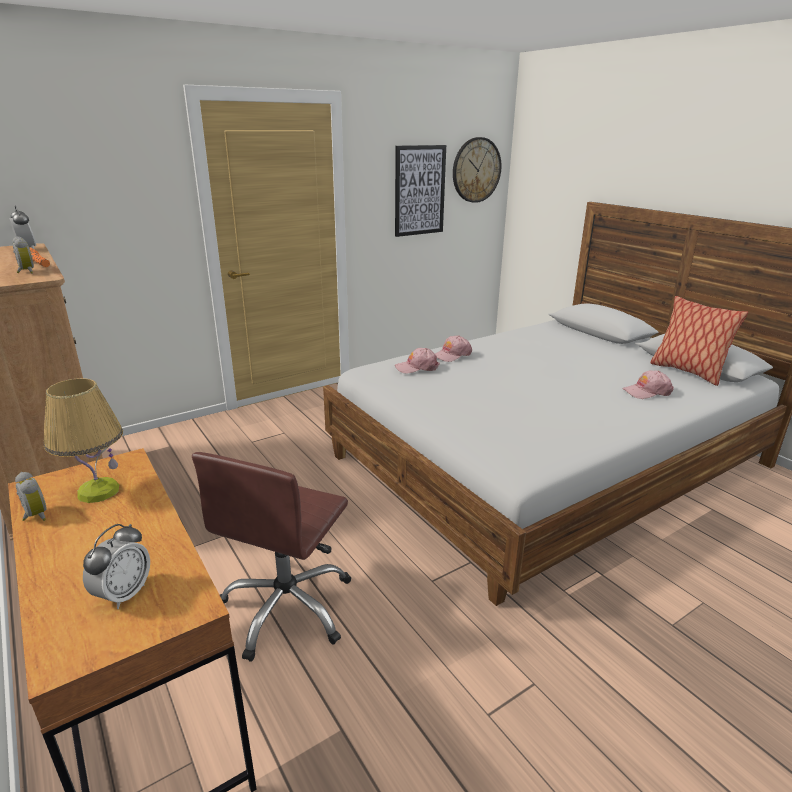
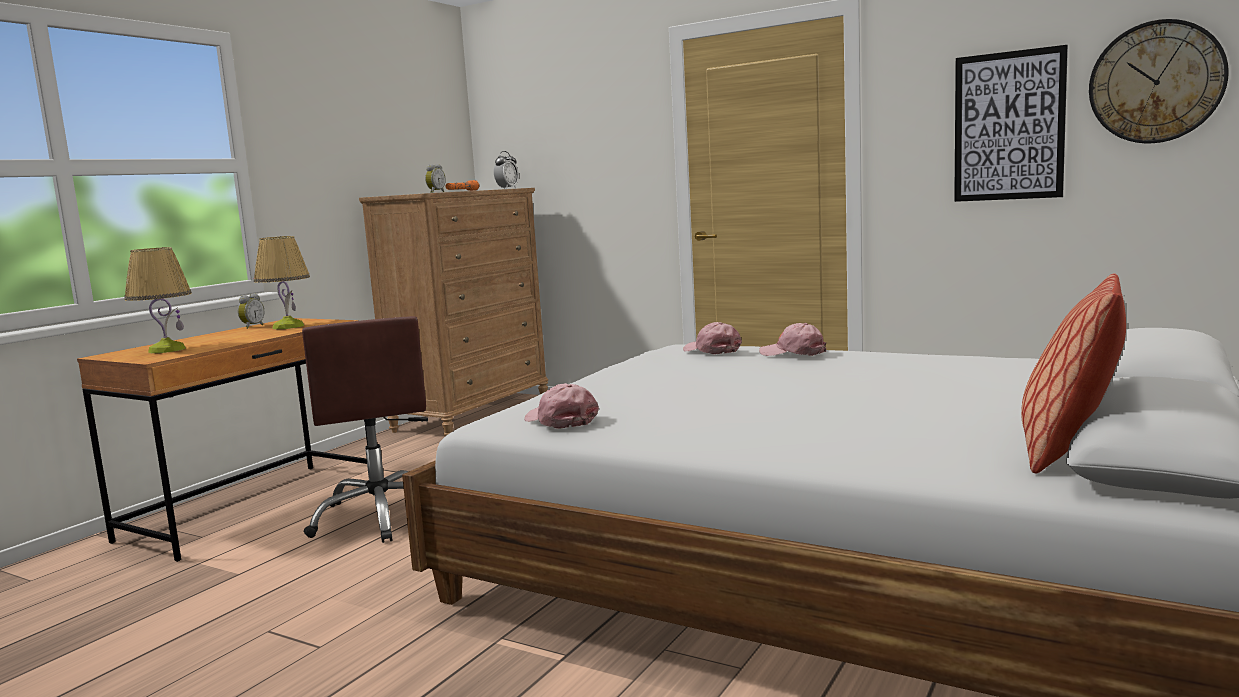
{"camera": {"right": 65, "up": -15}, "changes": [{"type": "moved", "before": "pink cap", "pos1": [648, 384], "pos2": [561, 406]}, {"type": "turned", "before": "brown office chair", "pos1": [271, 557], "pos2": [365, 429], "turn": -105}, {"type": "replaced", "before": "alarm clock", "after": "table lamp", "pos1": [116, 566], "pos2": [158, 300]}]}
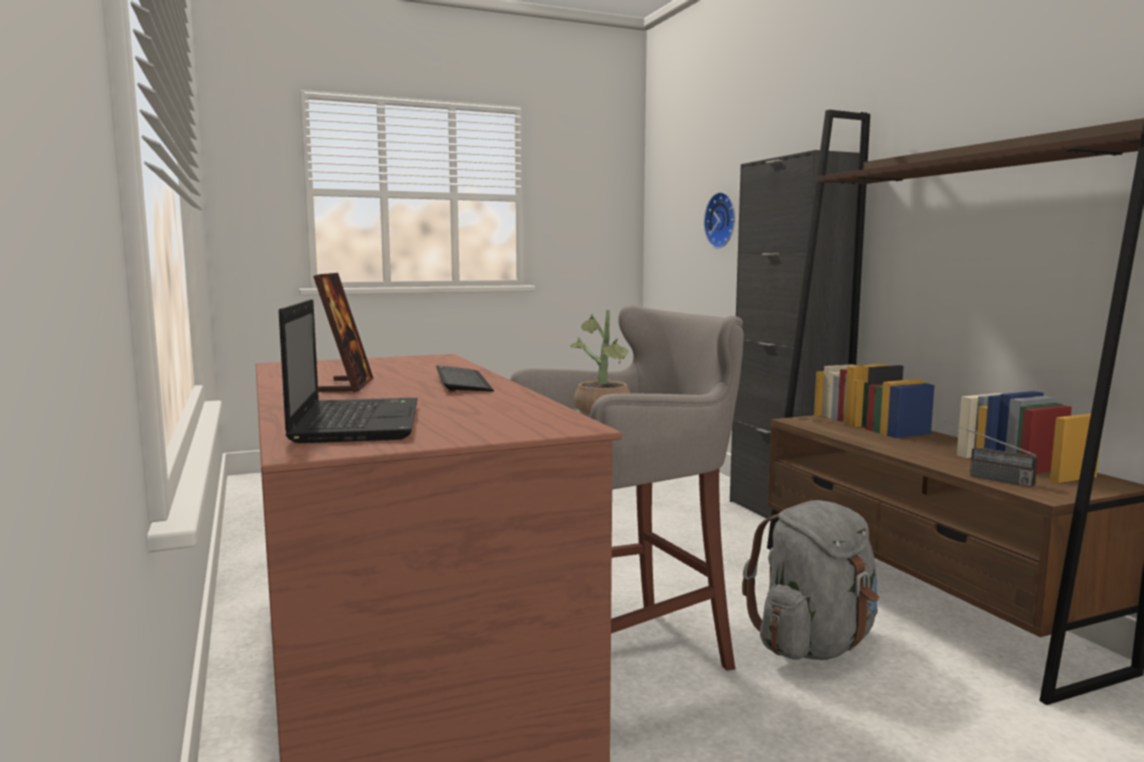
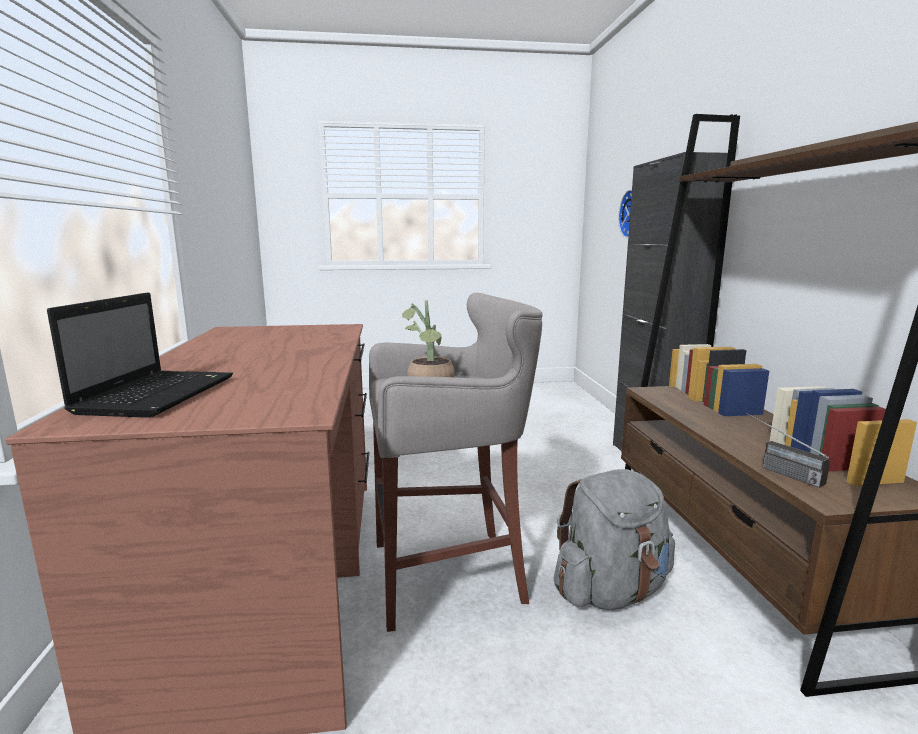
{"camera": {"right": 15, "up": 5}, "changes": [{"type": "removed", "before": "picture frame", "pos1": [343, 333]}, {"type": "removed", "before": "keyboard", "pos1": [465, 379]}]}
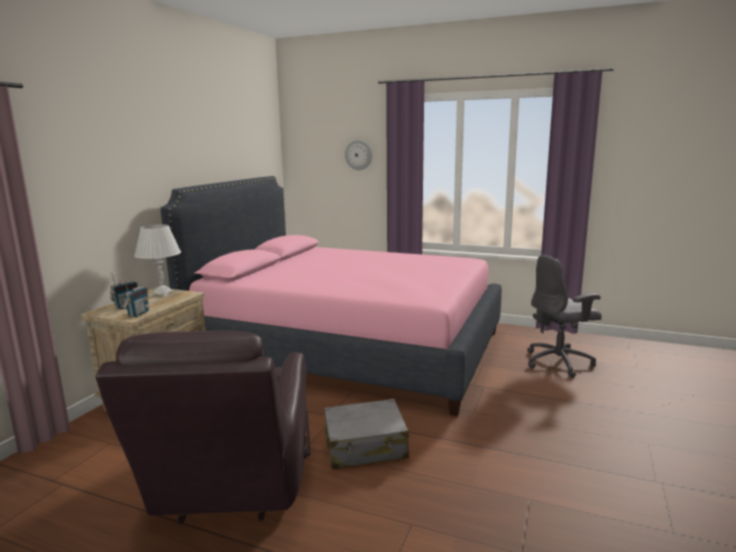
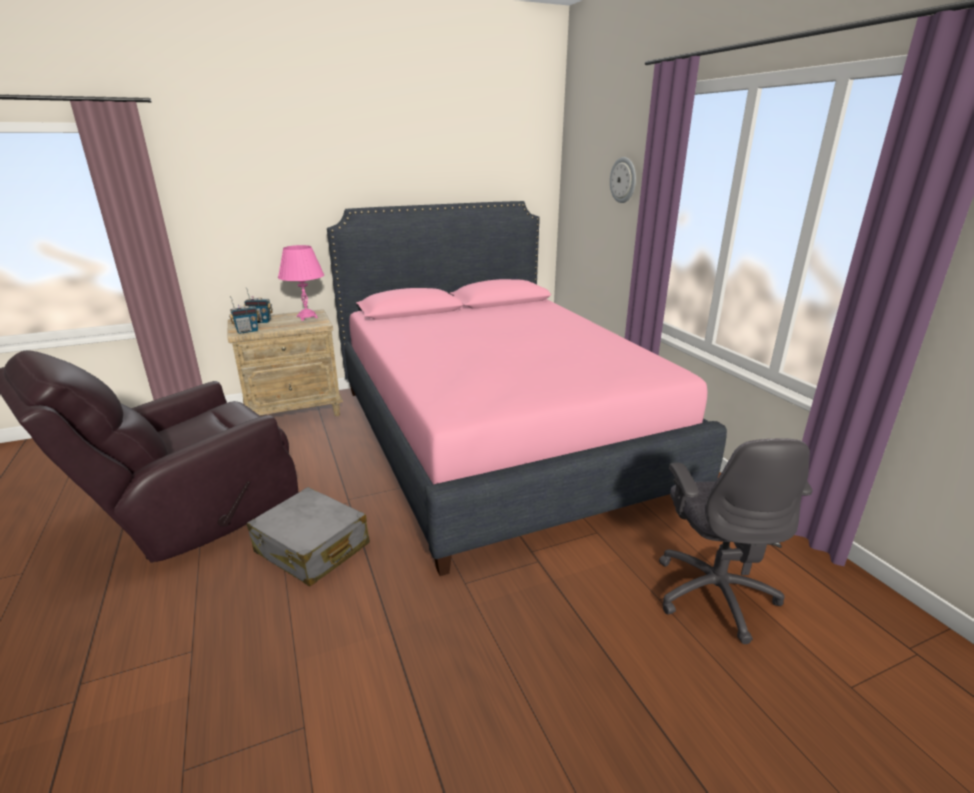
{"camera": {"right": 45, "up": 10}, "changes": [{"type": "recoloured", "before": "white table lamp", "after": "pink table lamp", "pos1": [157, 260], "pos2": [301, 283]}, {"type": "turned", "before": "grey office chair", "pos1": [564, 316], "pos2": [736, 541], "turn": -120}]}
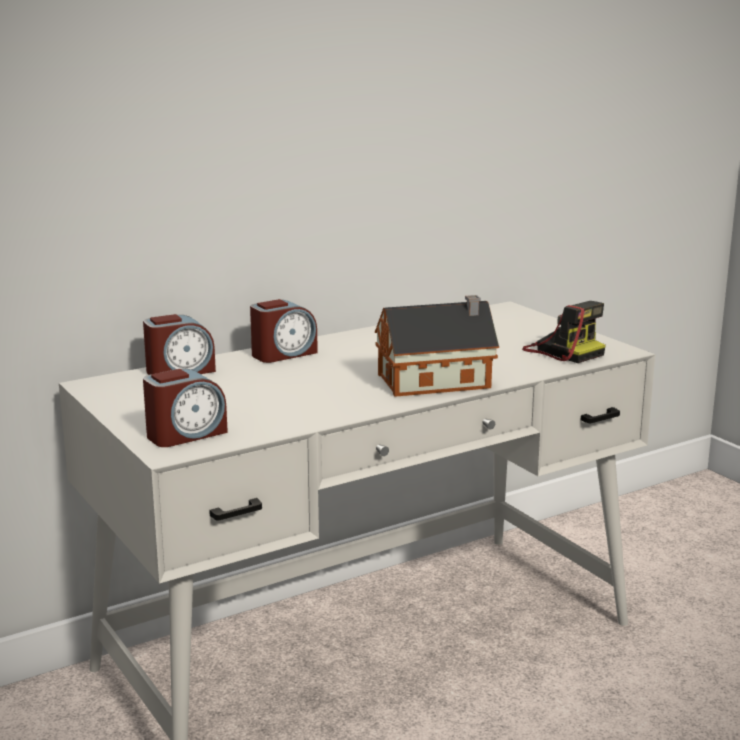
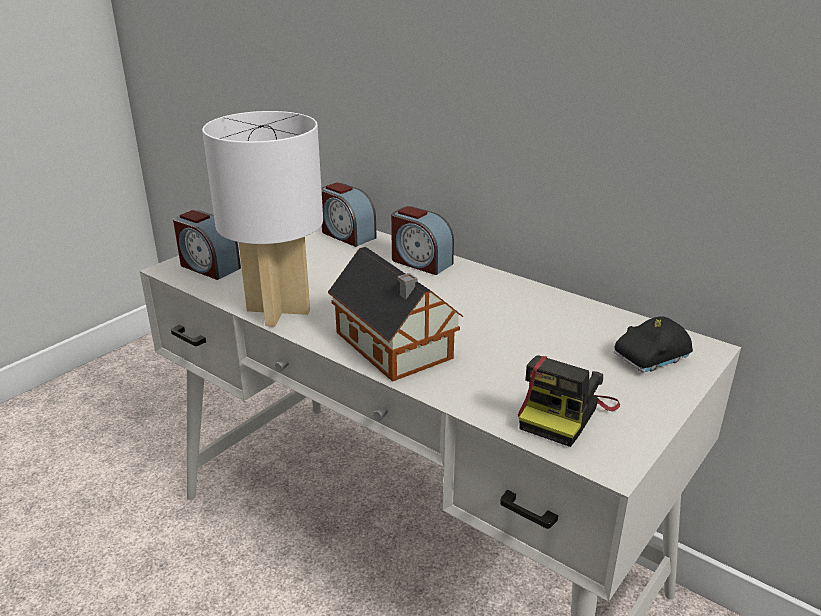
{"camera": {"right": 70, "up": 10}, "changes": [{"type": "added", "after": "white table lamp", "pos2": [262, 219]}, {"type": "added", "after": "black toy car", "pos2": [653, 344]}]}
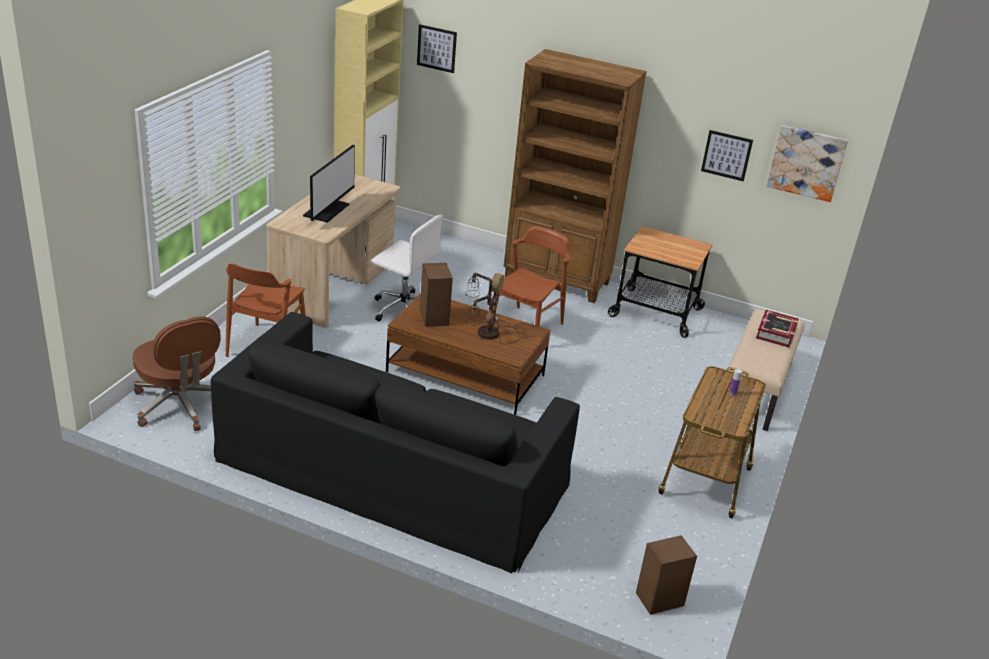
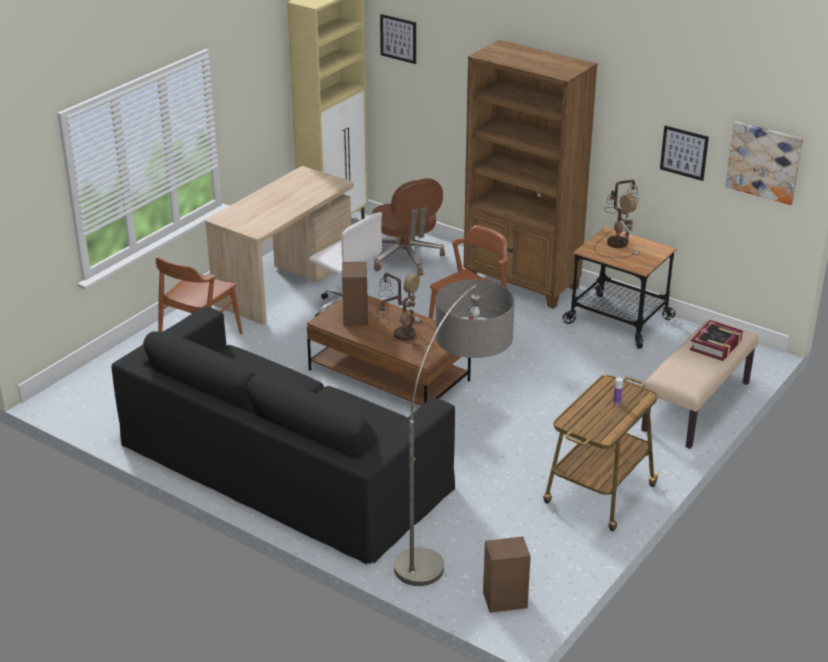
{"camera": {"right": 15, "up": 0}, "changes": [{"type": "removed", "before": "monitor", "pos1": [329, 184]}, {"type": "moved", "before": "brown office chair", "pos1": [176, 374], "pos2": [408, 227]}, {"type": "added", "after": "table lamp", "pos2": [616, 219]}, {"type": "added", "after": "floor lamp", "pos2": [454, 433]}]}
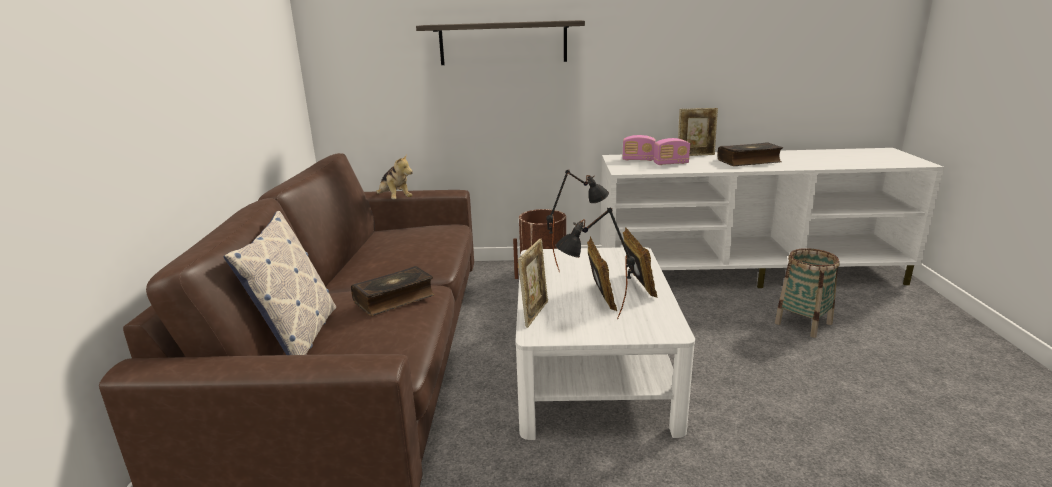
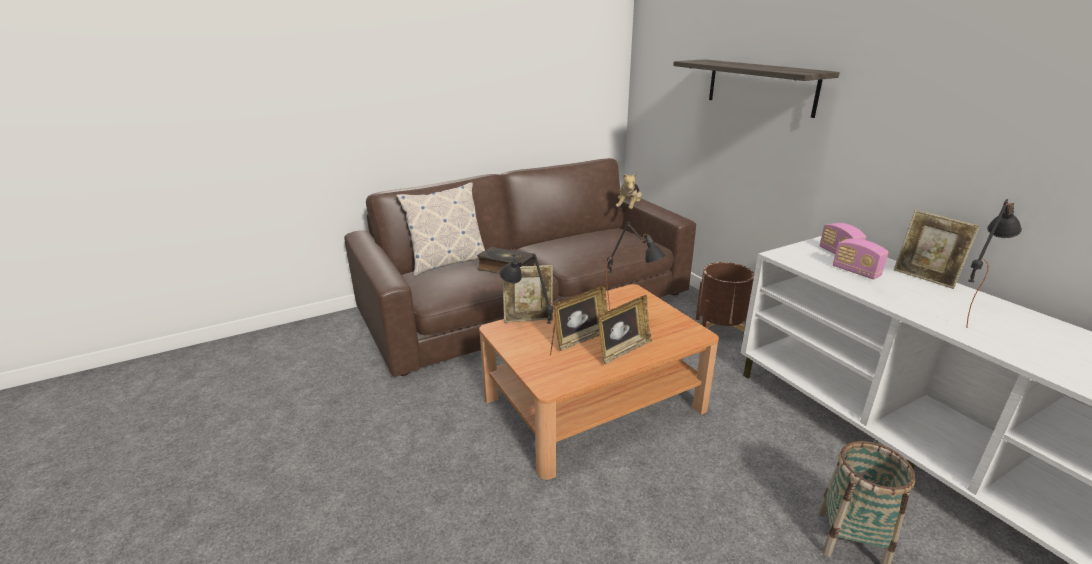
{"camera": {"right": 60, "up": 5}, "changes": [{"type": "replaced", "before": "book", "after": "black table lamp", "pos1": [750, 154], "pos2": [994, 263]}, {"type": "recoloured", "before": "white coffee table", "after": "brown coffee table", "pos1": [605, 343], "pos2": [599, 382]}]}
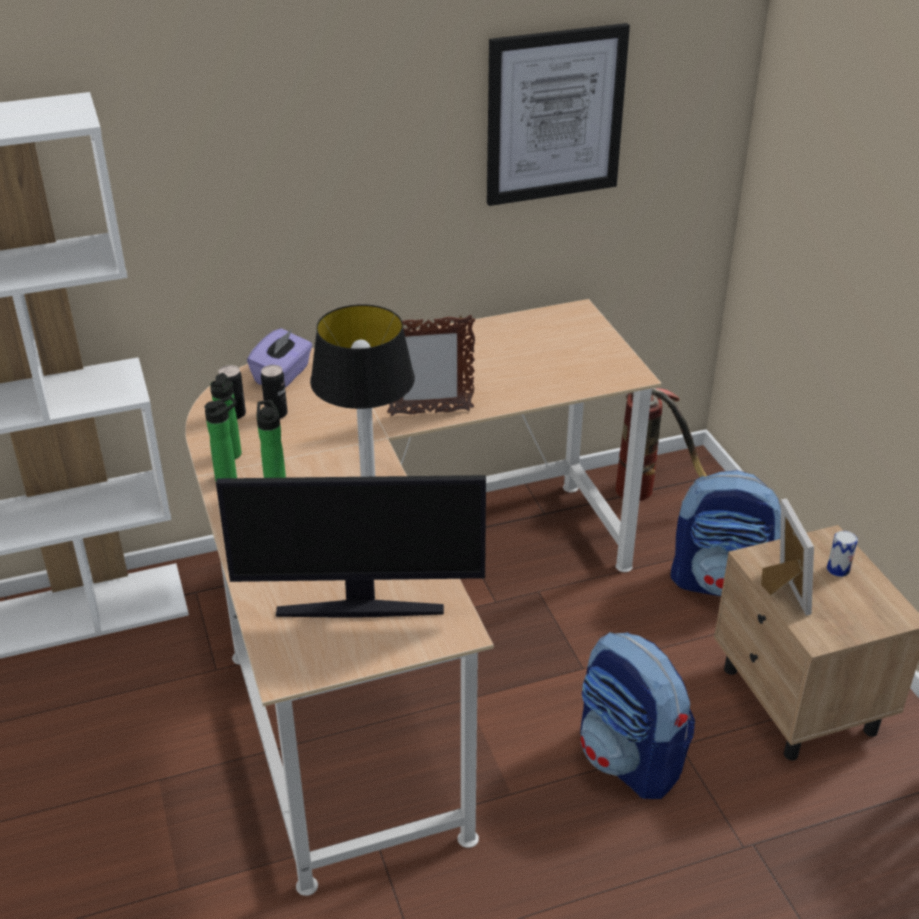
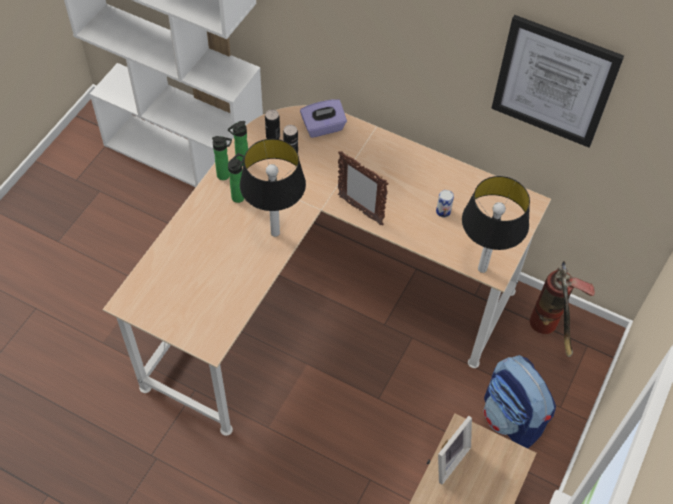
{"camera": {"right": 45, "up": 20}, "changes": [{"type": "removed", "before": "monitor", "pos1": [351, 546]}, {"type": "moved", "before": "can", "pos1": [842, 554], "pos2": [445, 203]}, {"type": "removed", "before": "backpack", "pos1": [637, 715]}, {"type": "added", "after": "table lamp", "pos2": [496, 224]}]}
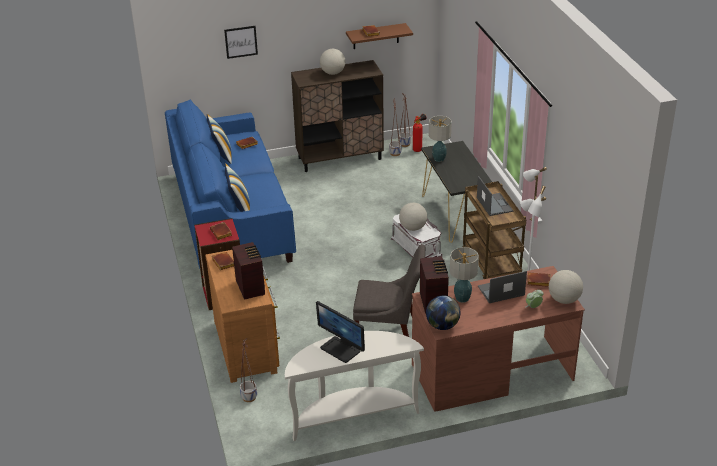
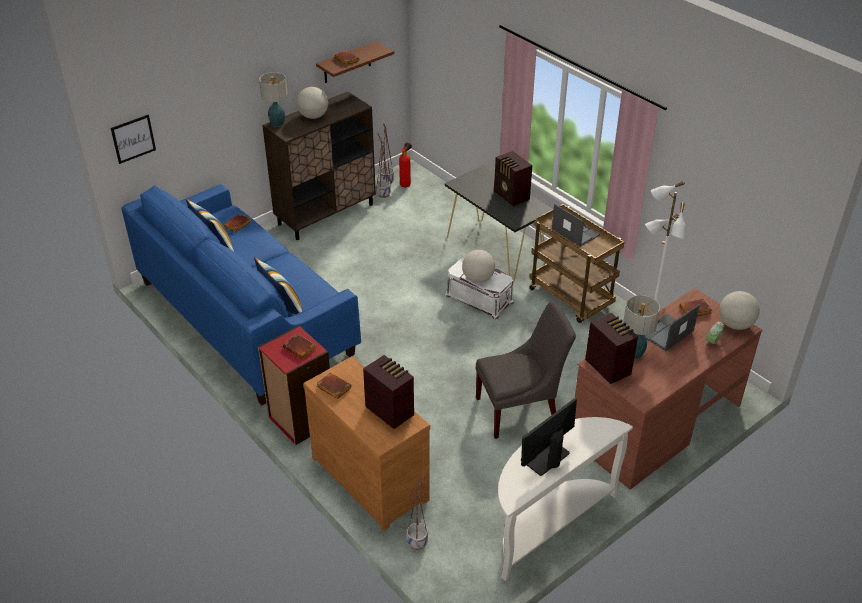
{"camera": {"right": -25, "up": 5}, "changes": [{"type": "moved", "before": "picture", "pos1": [241, 42], "pos2": [133, 139]}, {"type": "moved", "before": "table lamp", "pos1": [440, 139], "pos2": [273, 99]}, {"type": "removed", "before": "globe", "pos1": [443, 312]}, {"type": "turned", "before": "monitor", "pos1": [340, 332], "pos2": [549, 437], "turn": 120}, {"type": "added", "after": "radio", "pos2": [513, 178]}]}
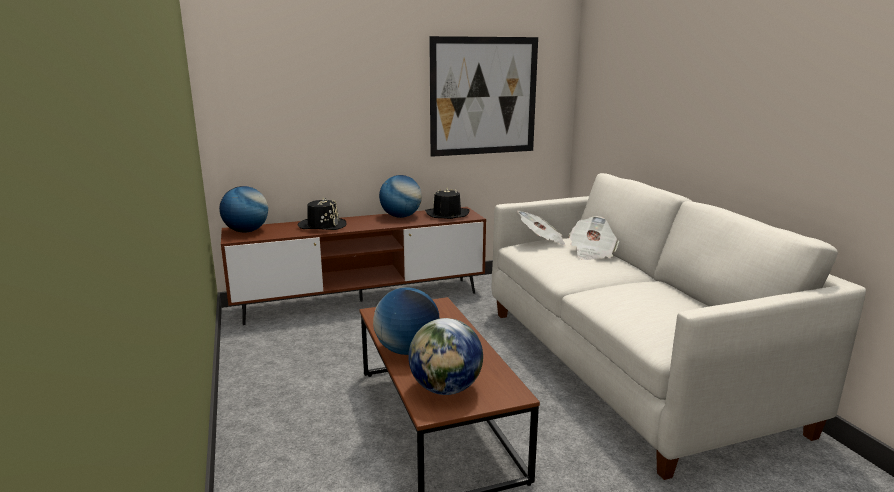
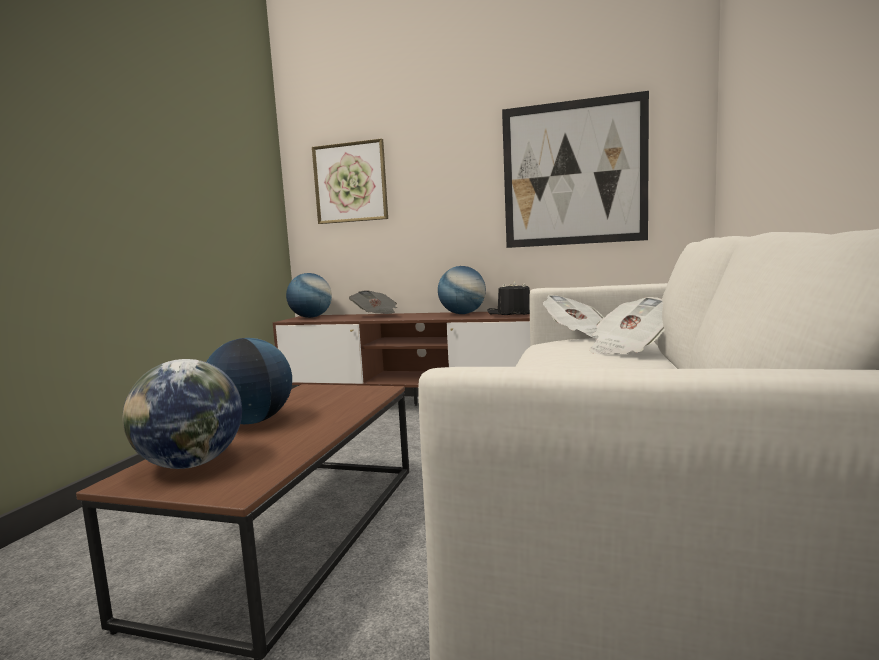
{"camera": {"right": 35, "up": -10}, "changes": [{"type": "replaced", "before": "black hat", "after": "newspaper", "pos1": [322, 214], "pos2": [373, 302]}, {"type": "added", "after": "picture", "pos2": [350, 181]}]}
